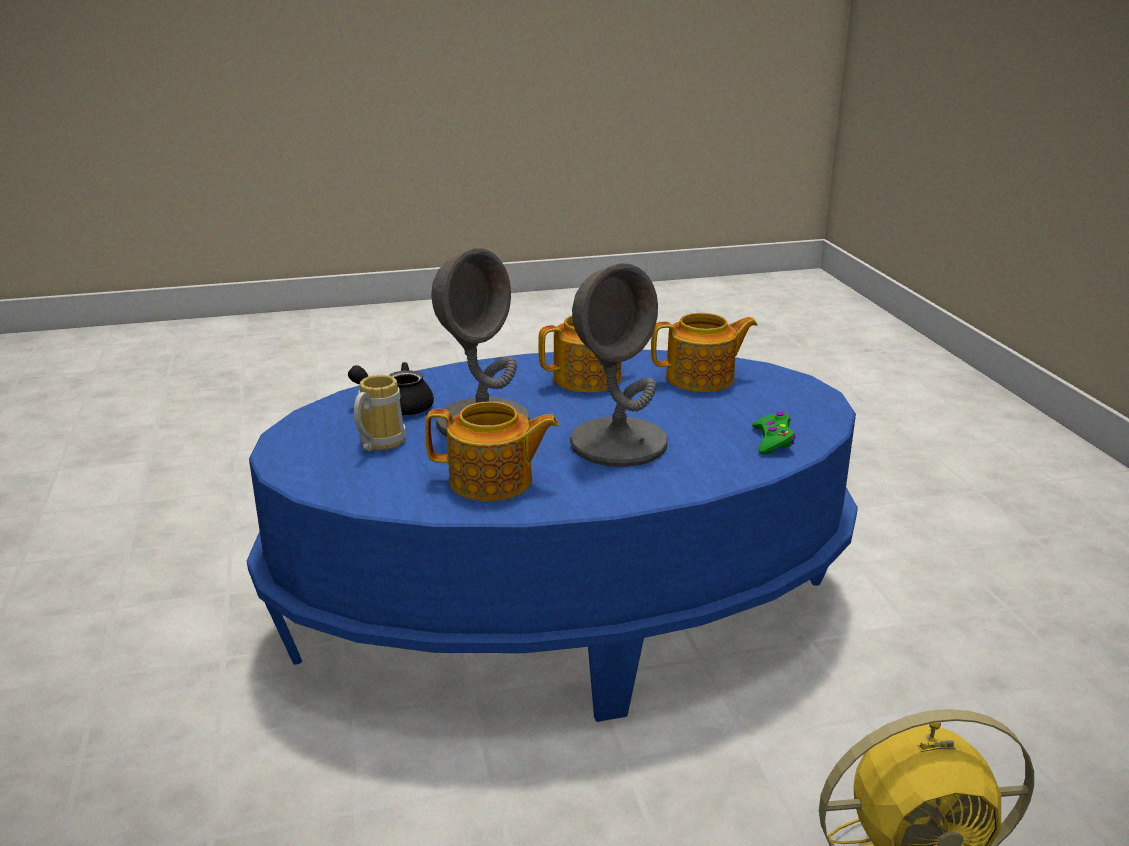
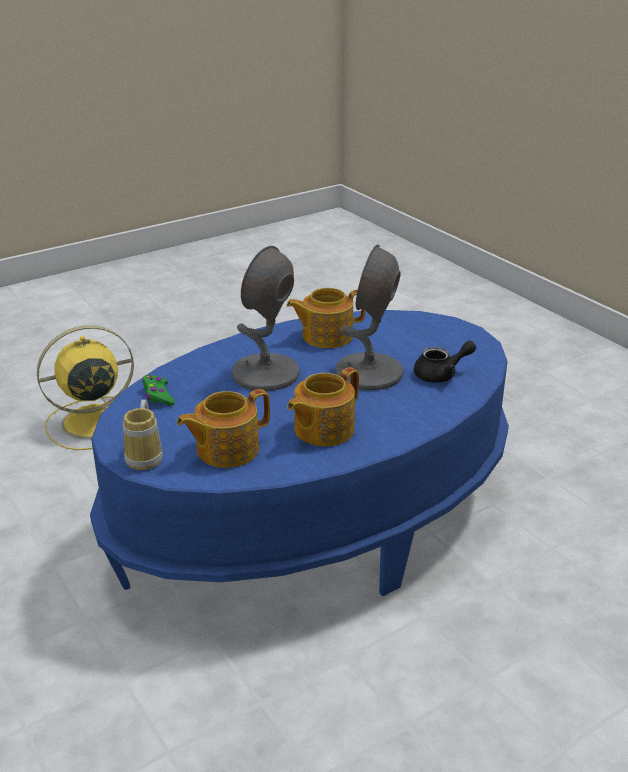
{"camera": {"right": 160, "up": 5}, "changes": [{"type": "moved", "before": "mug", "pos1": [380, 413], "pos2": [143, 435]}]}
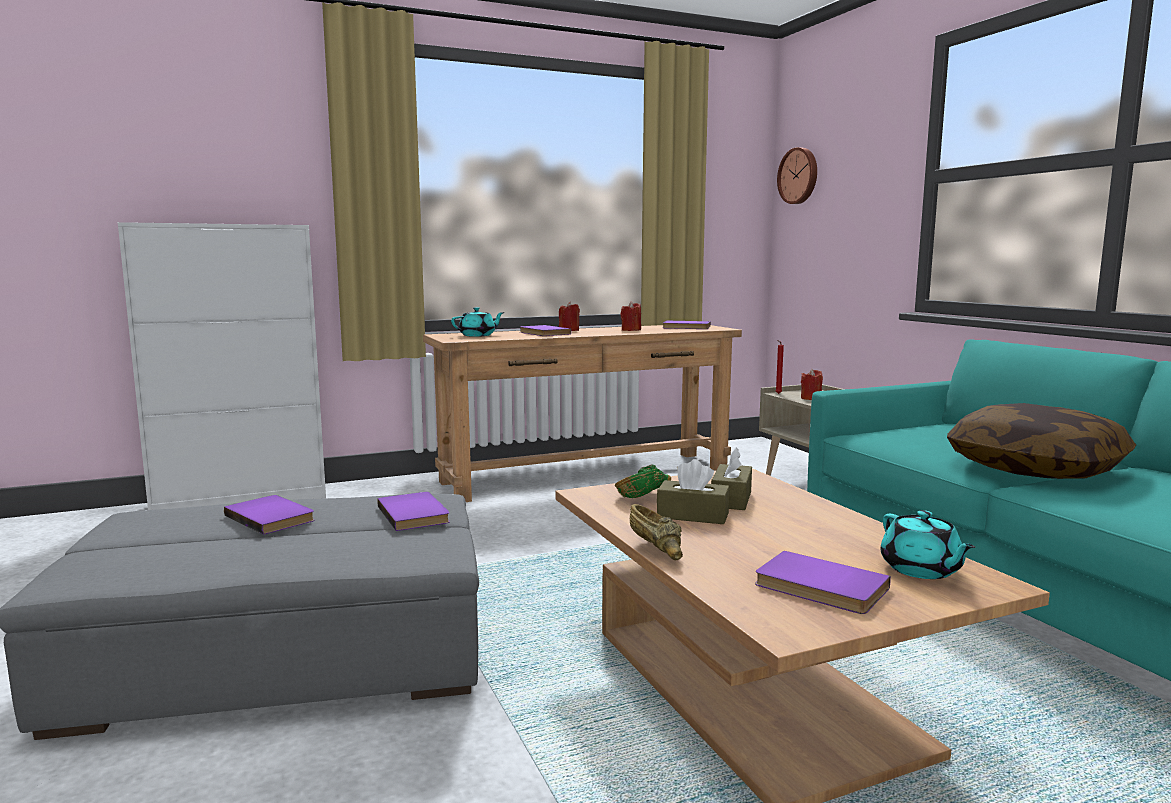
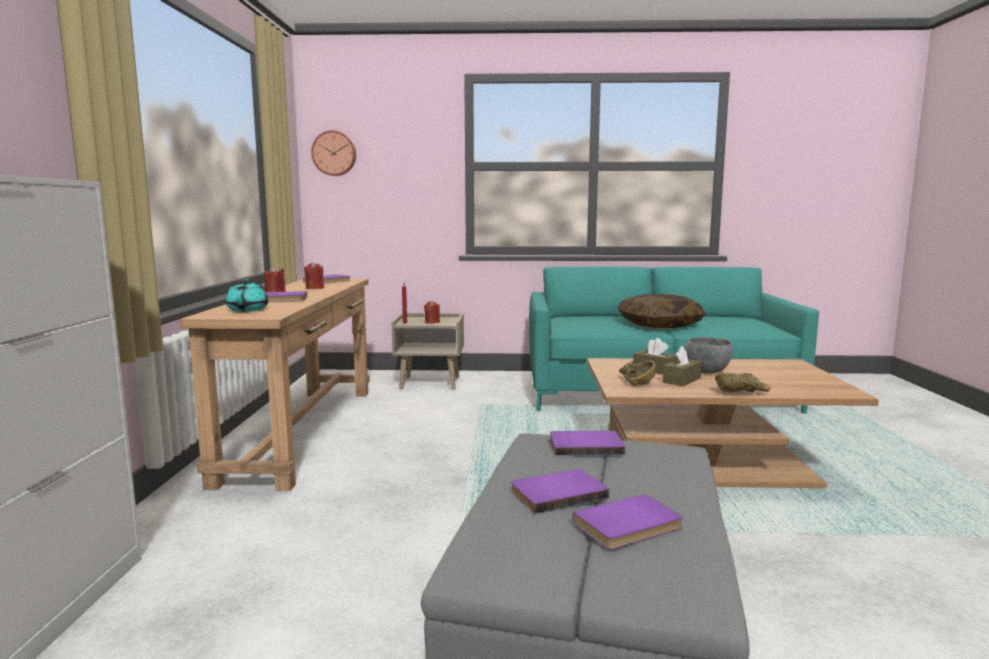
{"camera": {"right": -65, "up": 0}, "changes": [{"type": "recoloured", "before": "green bowl", "after": "brown bowl", "pos1": [643, 481], "pos2": [637, 373]}, {"type": "removed", "before": "turquoise teapot", "pos1": [927, 544]}, {"type": "moved", "before": "purple book", "pos1": [823, 582], "pos2": [627, 521]}, {"type": "added", "after": "grey bowl", "pos2": [709, 355]}]}
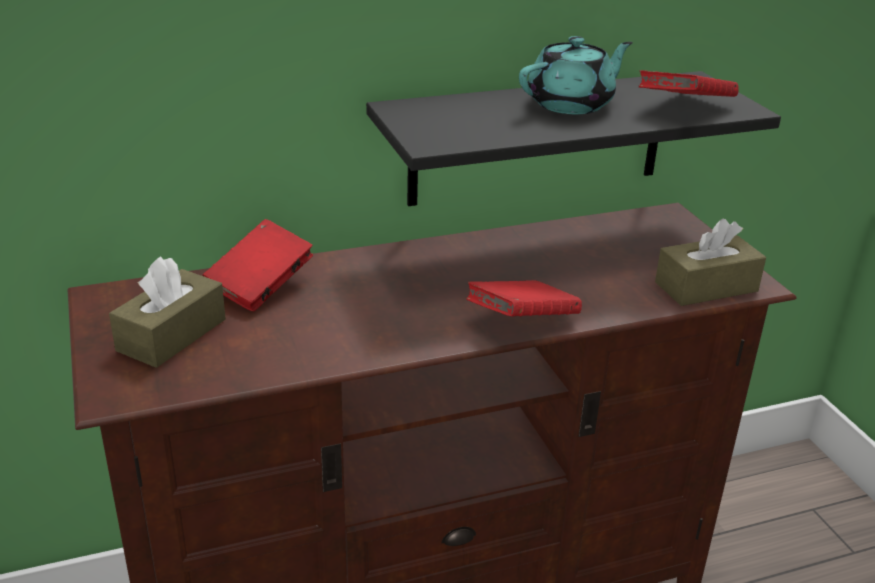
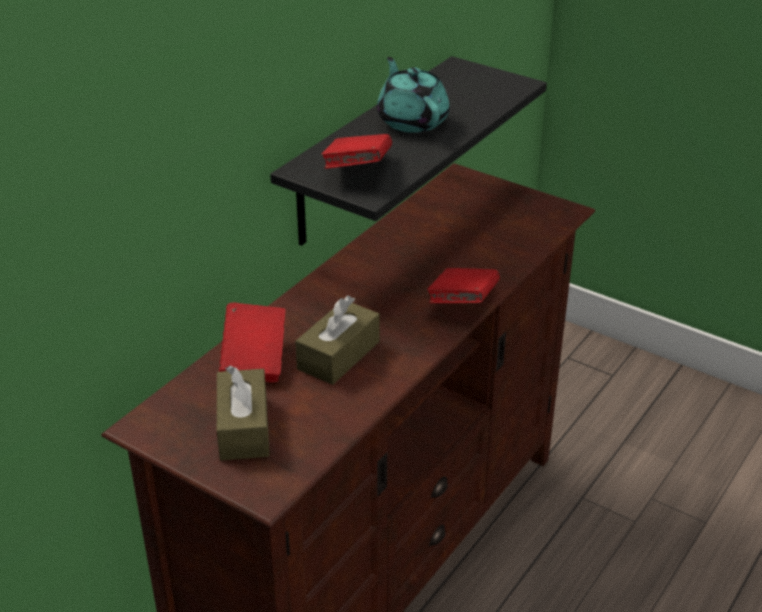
{"camera": {"right": -35, "up": 5}, "changes": [{"type": "turned", "before": "turquoise teapot", "pos1": [576, 75], "pos2": [413, 95], "turn": -45}, {"type": "moved", "before": "red book", "pos1": [688, 83], "pos2": [356, 151]}, {"type": "moved", "before": "brown tissue box", "pos1": [710, 262], "pos2": [337, 340]}]}
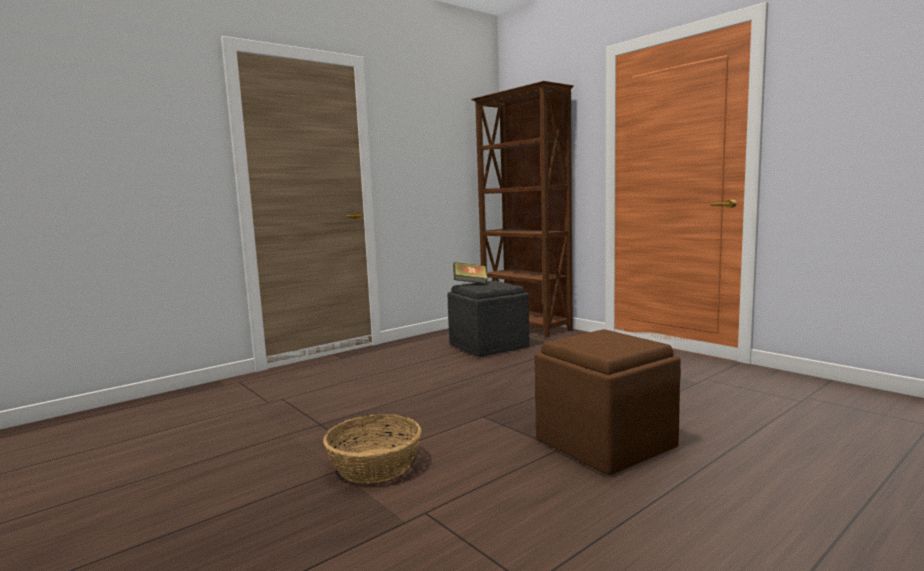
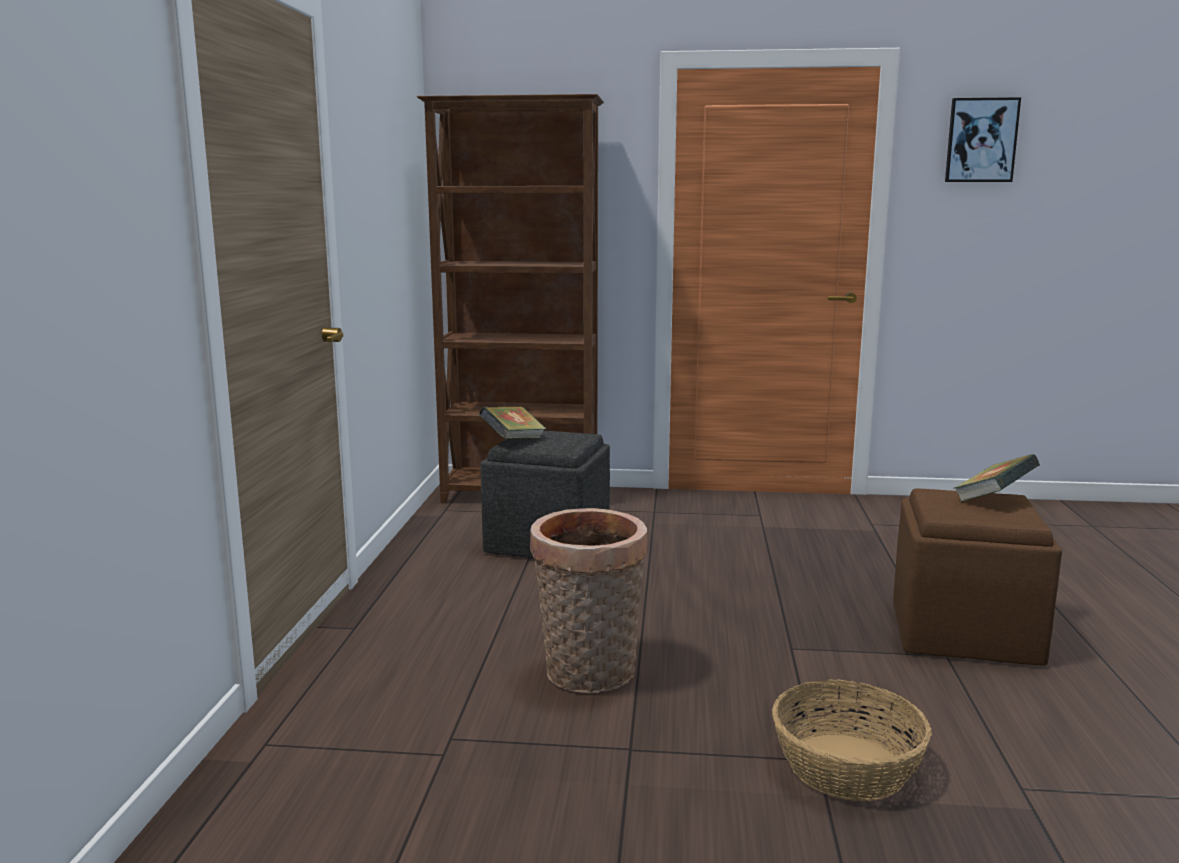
{"camera": {"right": -45, "up": 5}, "changes": [{"type": "added", "after": "picture", "pos2": [983, 139]}, {"type": "added", "after": "book", "pos2": [996, 478]}, {"type": "added", "after": "basket", "pos2": [589, 600]}]}
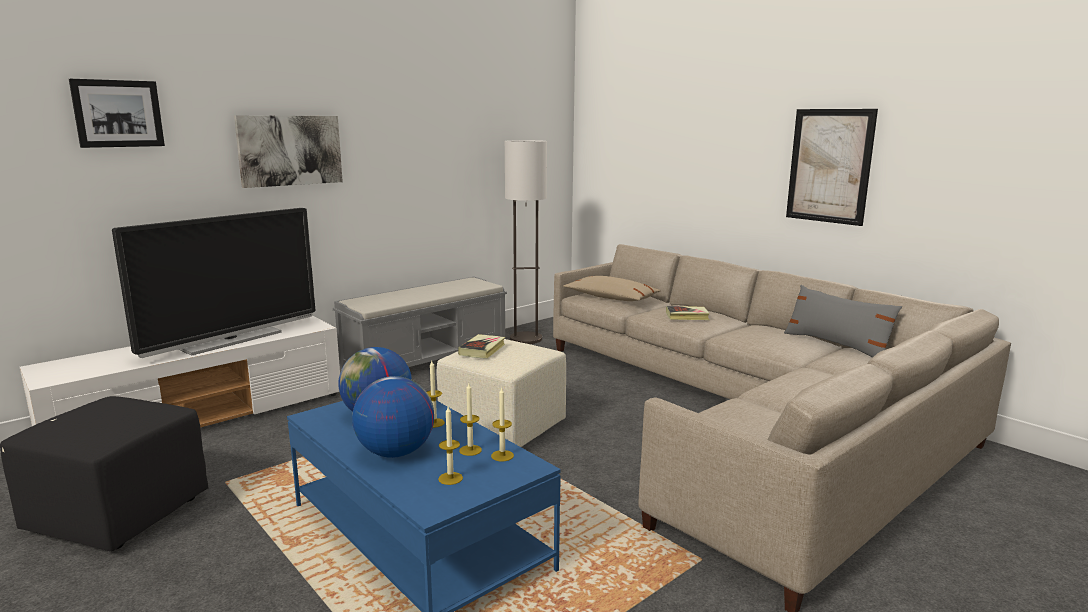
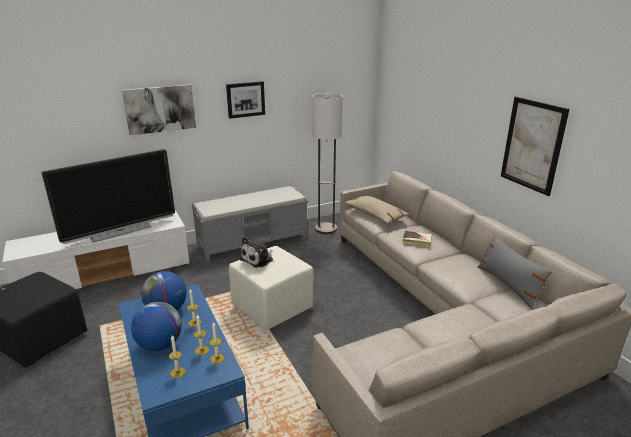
{"camera": {"right": 15, "up": 10}, "changes": [{"type": "moved", "before": "picture", "pos1": [117, 113], "pos2": [245, 100]}, {"type": "replaced", "before": "book", "after": "plush toy", "pos1": [481, 346], "pos2": [256, 252]}]}
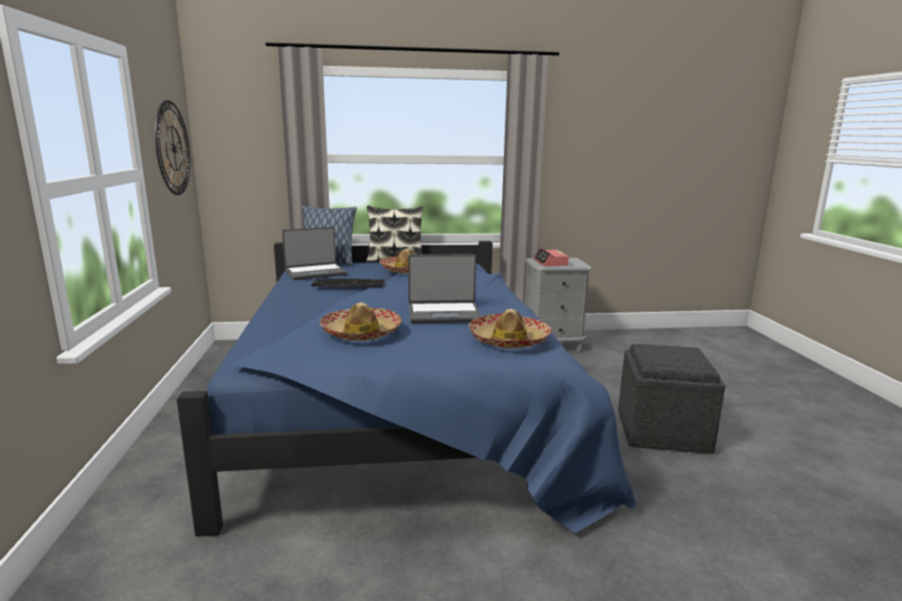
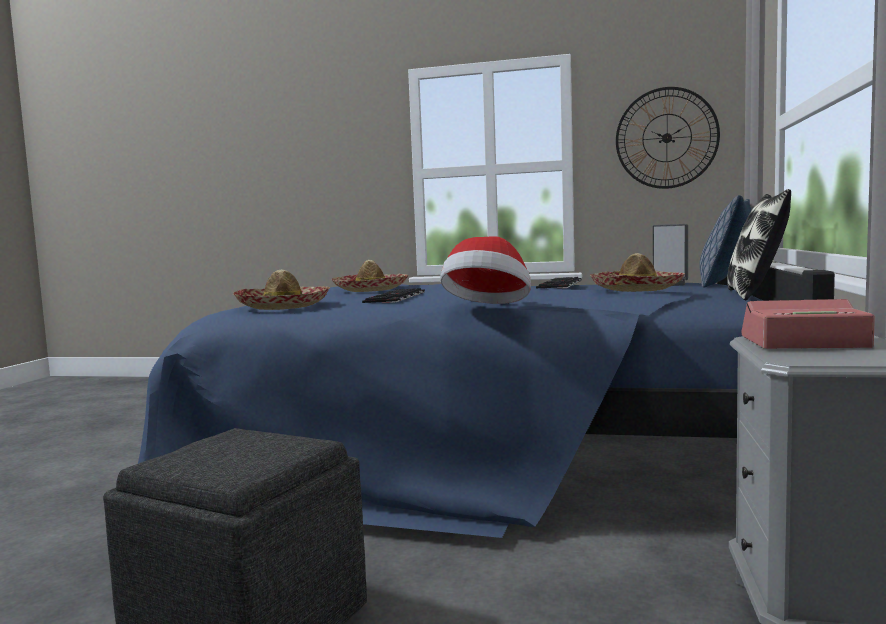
{"camera": {"right": 110, "up": -10}, "changes": [{"type": "replaced", "before": "laptop", "after": "keyboard", "pos1": [444, 288], "pos2": [393, 295]}, {"type": "added", "after": "hat", "pos2": [485, 270]}]}
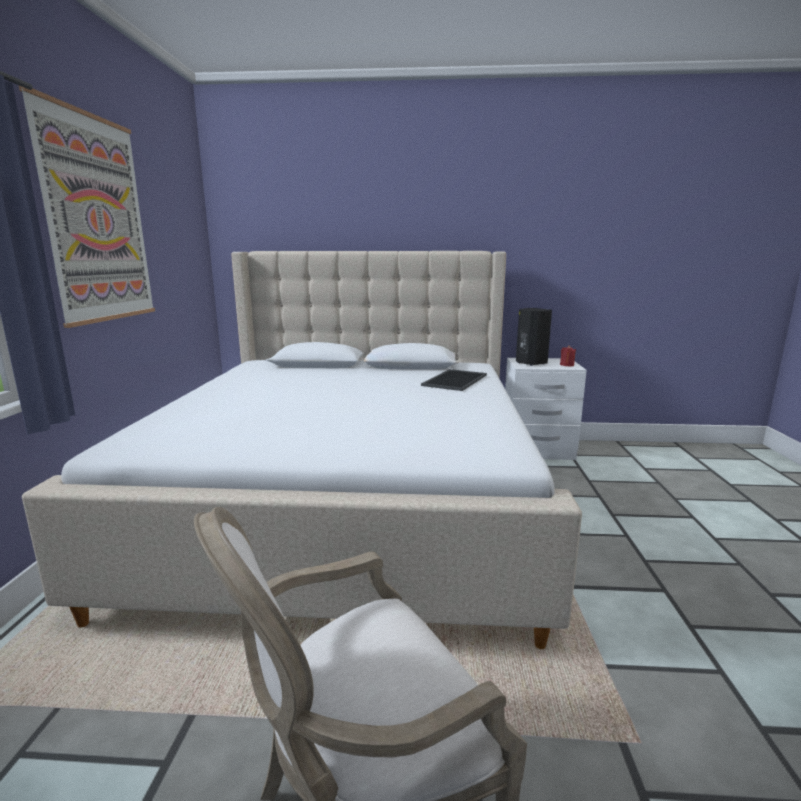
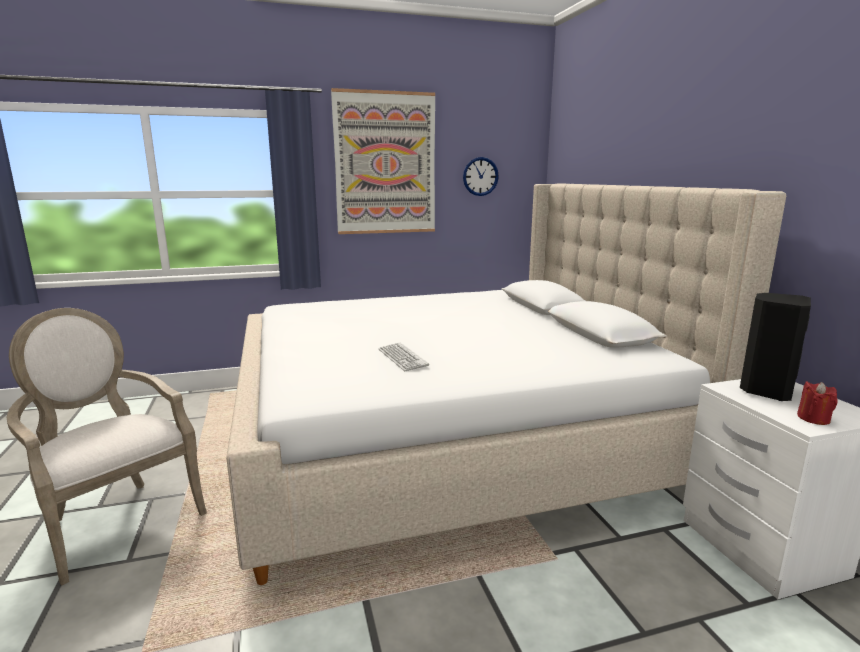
{"camera": {"right": 70, "up": 0}, "changes": [{"type": "removed", "before": "tray", "pos1": [454, 380]}, {"type": "added", "after": "wall clock", "pos2": [481, 176]}, {"type": "added", "after": "keyboard", "pos2": [403, 357]}]}
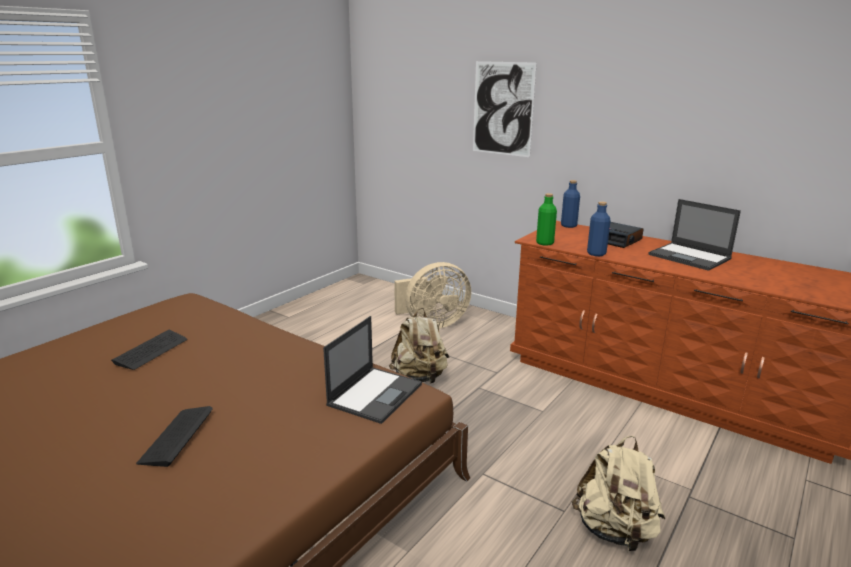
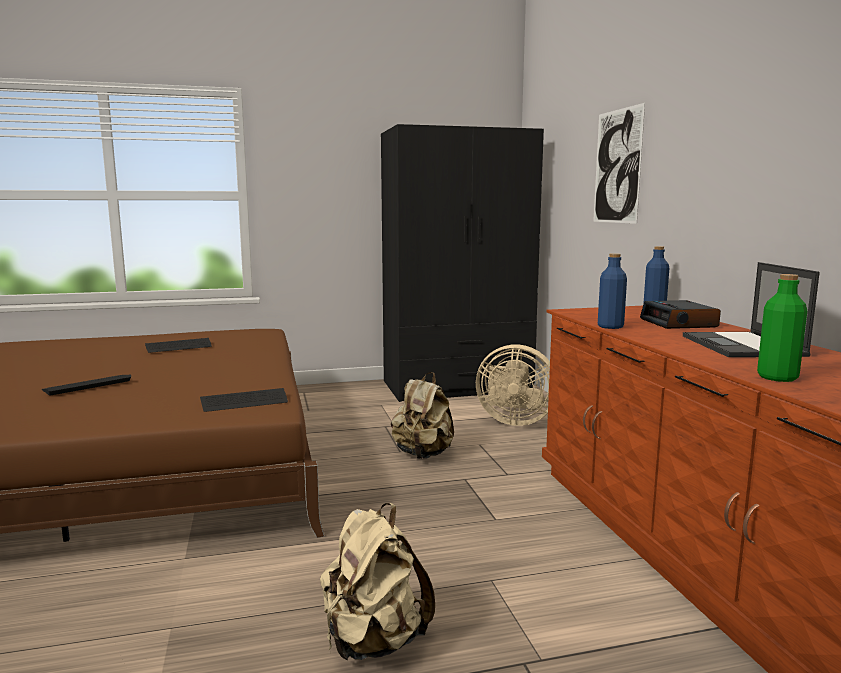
{"camera": {"right": 40, "up": -10}, "changes": [{"type": "moved", "before": "green bottle", "pos1": [546, 219], "pos2": [782, 328]}, {"type": "replaced", "before": "laptop", "after": "keyboard", "pos1": [372, 370], "pos2": [244, 400]}, {"type": "added", "after": "black wardrobe", "pos2": [462, 263]}]}
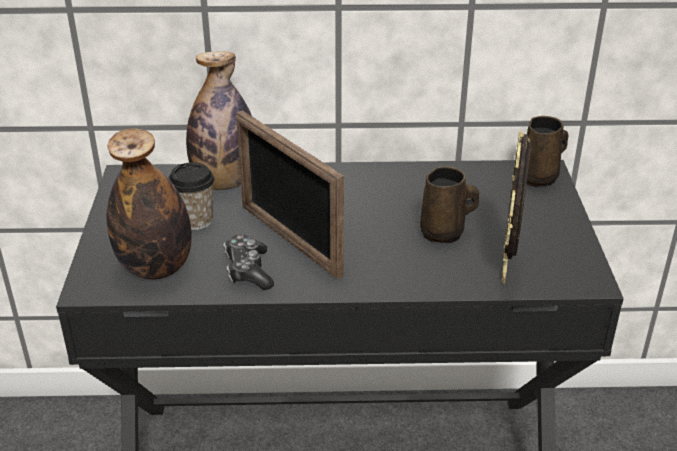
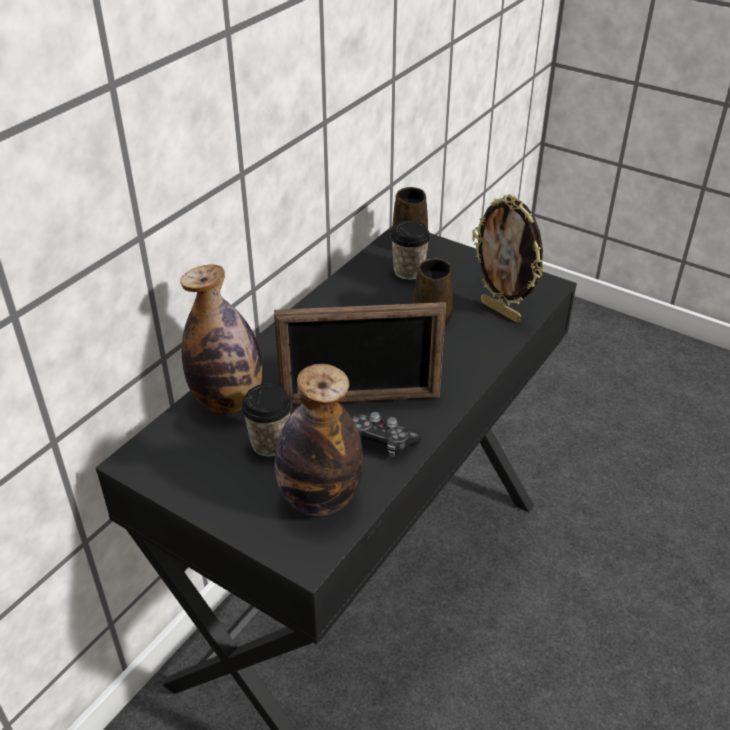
{"camera": {"right": -55, "up": 5}, "changes": [{"type": "added", "after": "cup", "pos2": [410, 250]}]}
